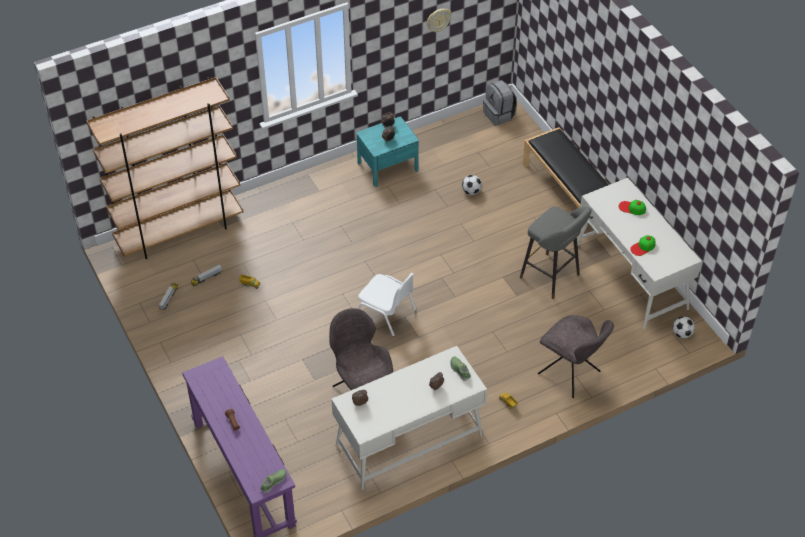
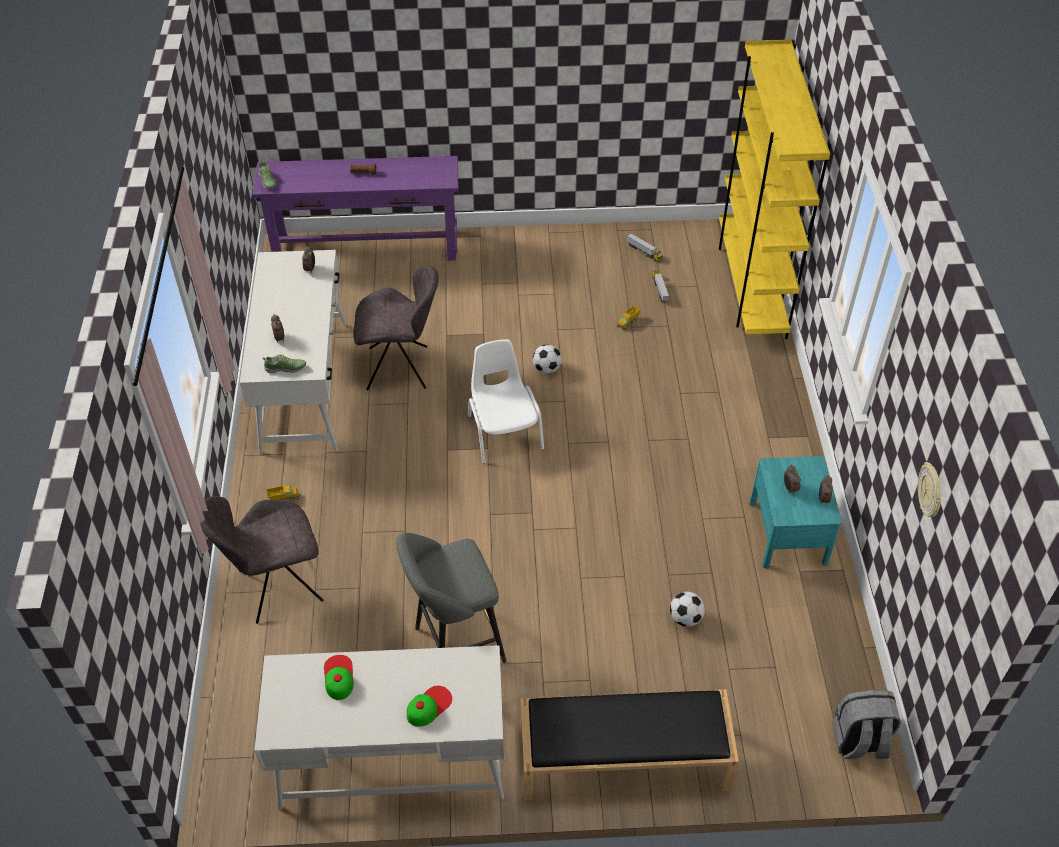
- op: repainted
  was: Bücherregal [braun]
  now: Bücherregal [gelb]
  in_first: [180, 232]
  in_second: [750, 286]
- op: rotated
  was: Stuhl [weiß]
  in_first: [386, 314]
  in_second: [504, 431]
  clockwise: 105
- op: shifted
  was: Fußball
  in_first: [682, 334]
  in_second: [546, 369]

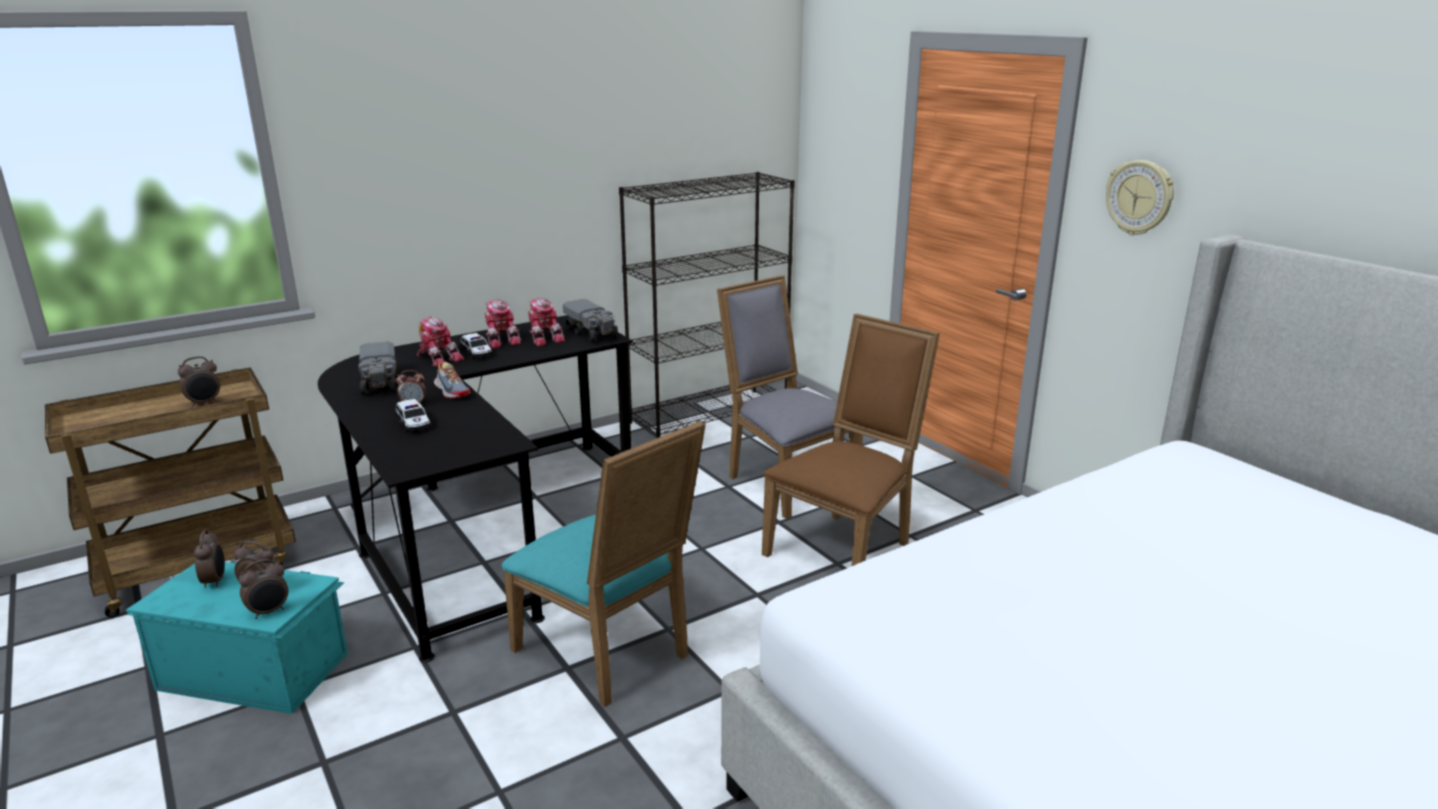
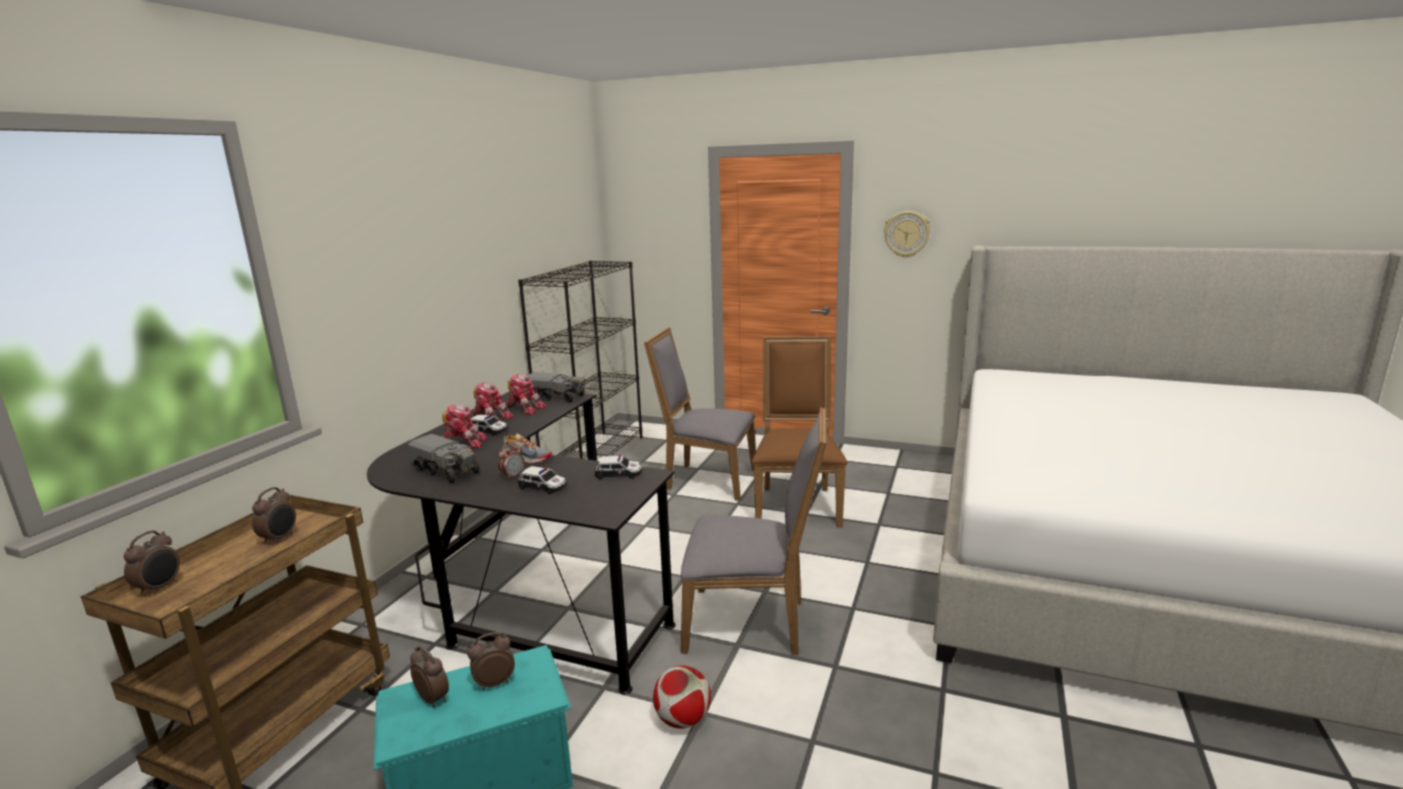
- op: shifted
  was: Wecker
  in_first: [269, 612]
  in_second: [160, 588]
- op: repainted
  was: Stuhl [türkis]
  now: Stuhl [grau]
  in_first: [610, 654]
  in_second: [752, 623]
- op: new
  now: Spielzeugauto
  in_second: [618, 474]
- op: new
  now: Fußball
  in_second: [683, 720]

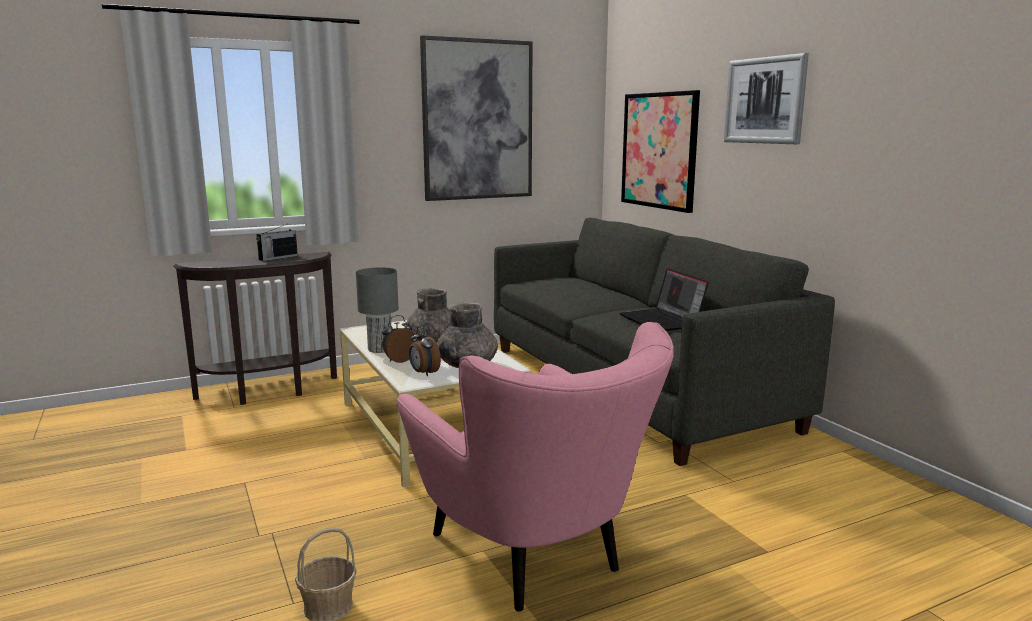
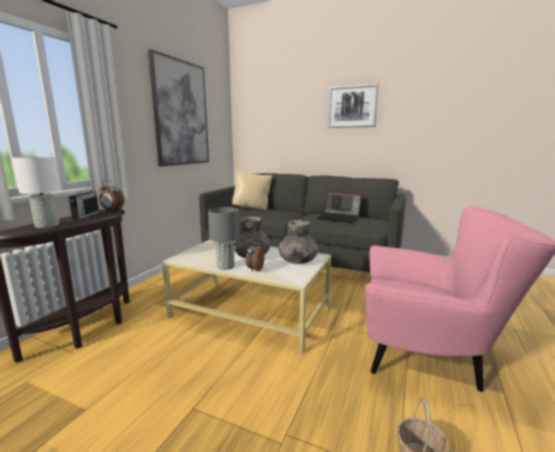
- op: shifted
  was: Wecker
  in_first: [423, 373]
  in_second: [112, 210]
- op: gone
  was: Bild
  in_first: [659, 150]
- op: new
  now: Tischlampe [weiß]
  in_second: [46, 225]
- op: new
  now: Kissen [beige]
  in_second: [252, 208]

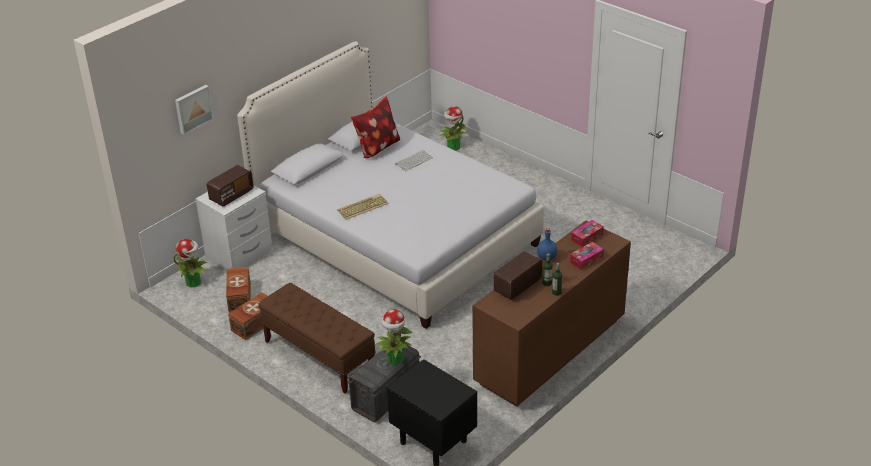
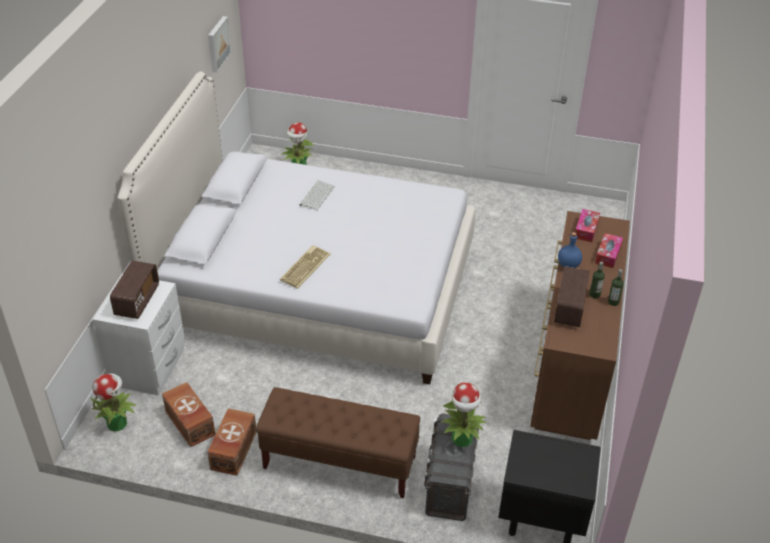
- op: shifted
  was: Bild
  in_first: [193, 108]
  in_second: [217, 43]
- op: gone
  was: Kissen
  in_first: [377, 147]

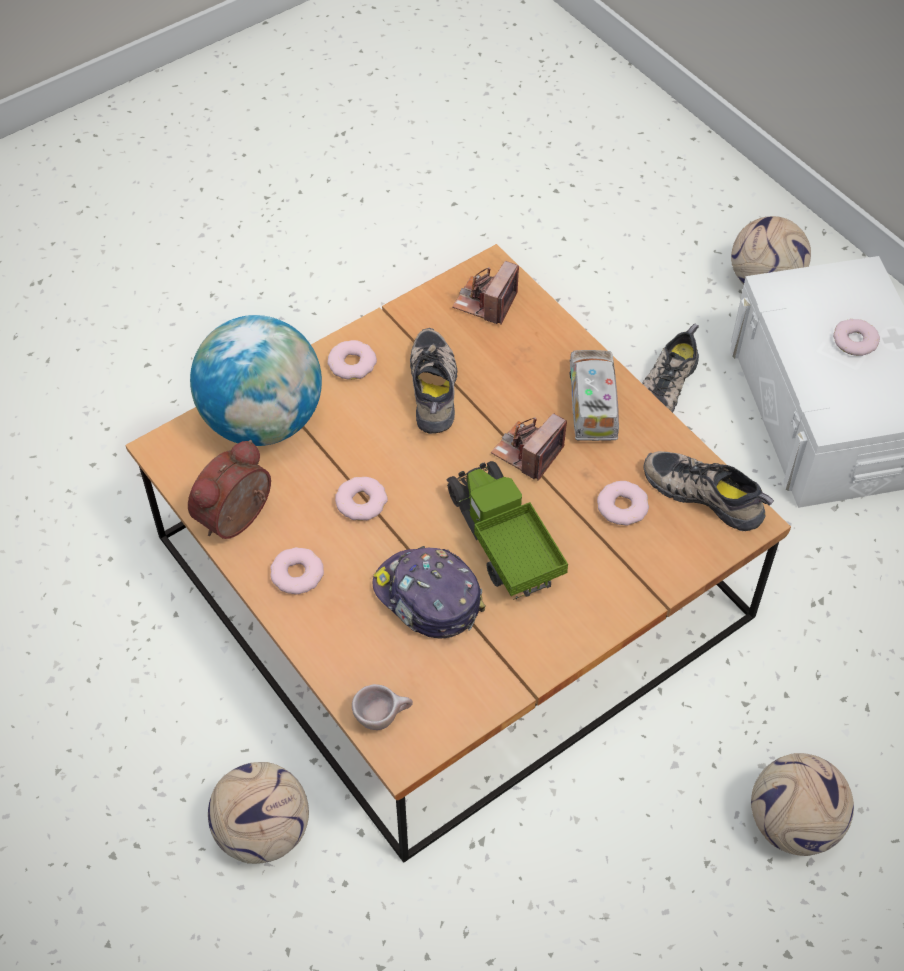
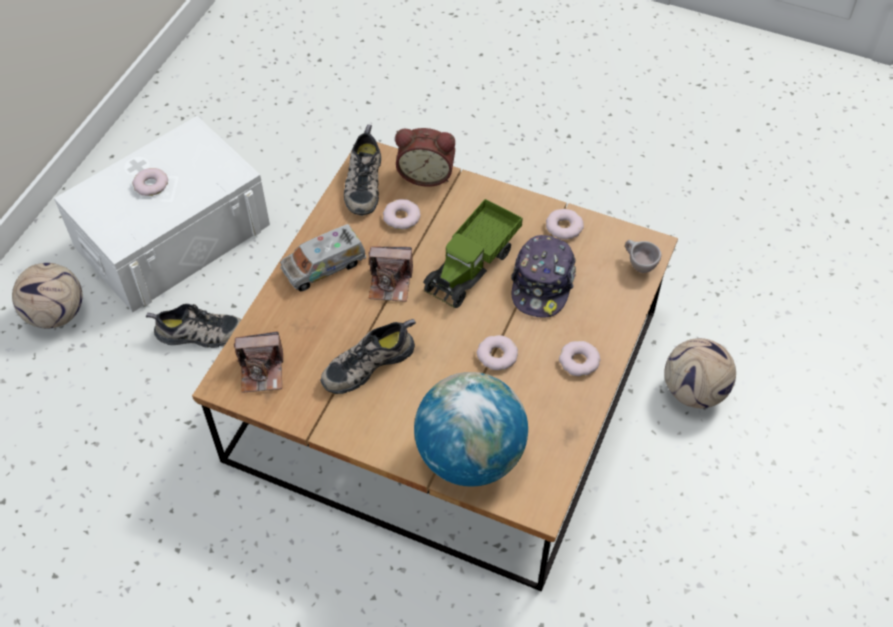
- op: shifted
  was: Wecker
  in_first: [238, 520]
  in_second: [426, 174]
- op: shifted
  was: Donut
  in_first: [352, 364]
  in_second: [563, 227]
- op: gone
  was: Fußball
  in_first: [792, 825]

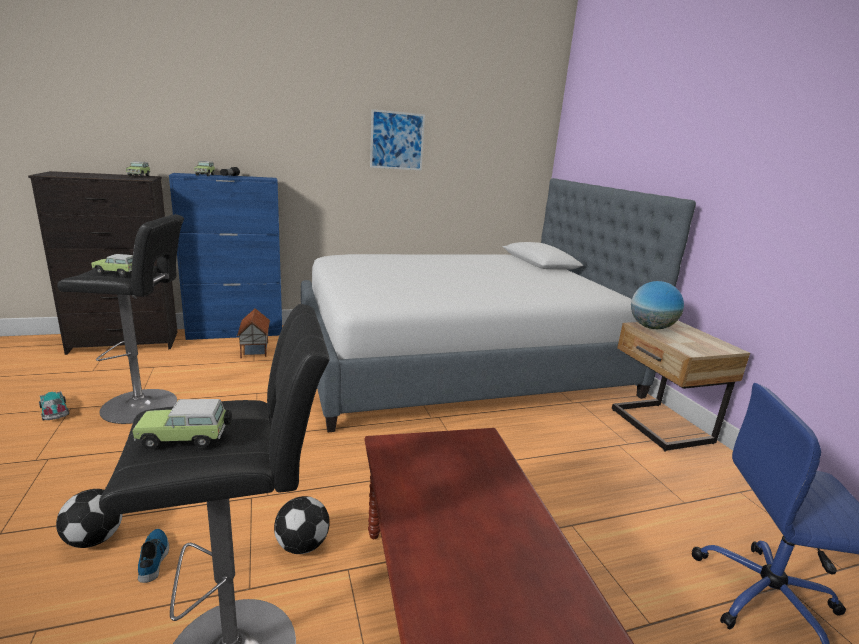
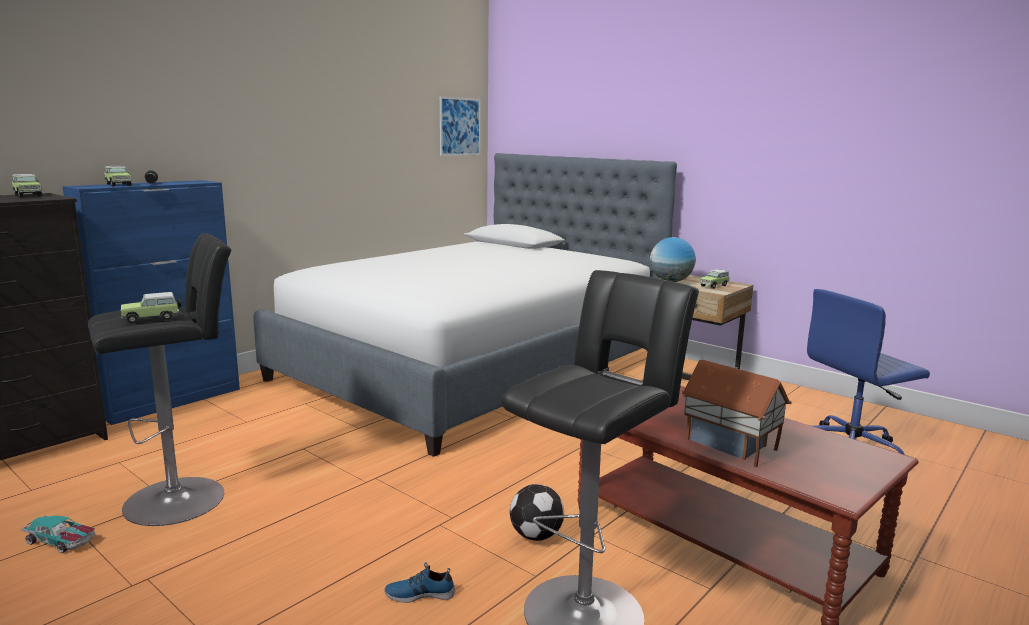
- op: gone
  was: Fußball
  in_first: [94, 539]
- op: shifted
  was: Spielzeugauto
  in_first: [186, 438]
  in_second: [714, 286]
- op: rotated
  was: Schuh
  in_first: [154, 557]
  in_second: [420, 593]
  clockwise: -45
- op: shifted
  was: Spielzeughaus
  in_first: [254, 350]
  in_second: [730, 446]
- op: shifted
  was: Bild
  in_first: [397, 140]
  in_second: [460, 126]

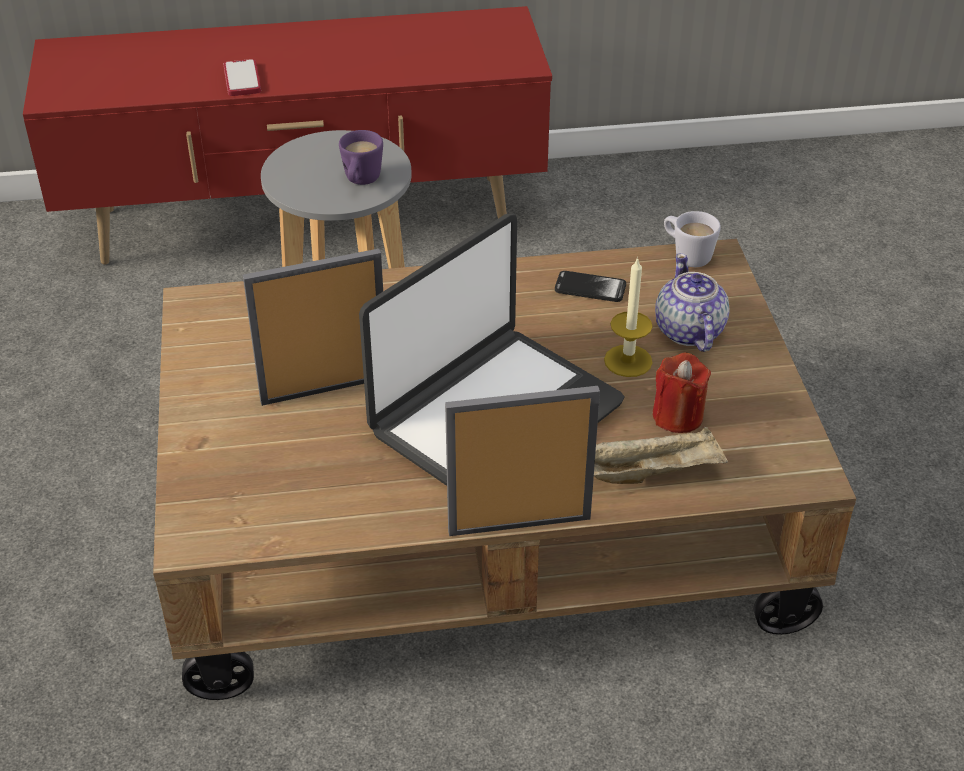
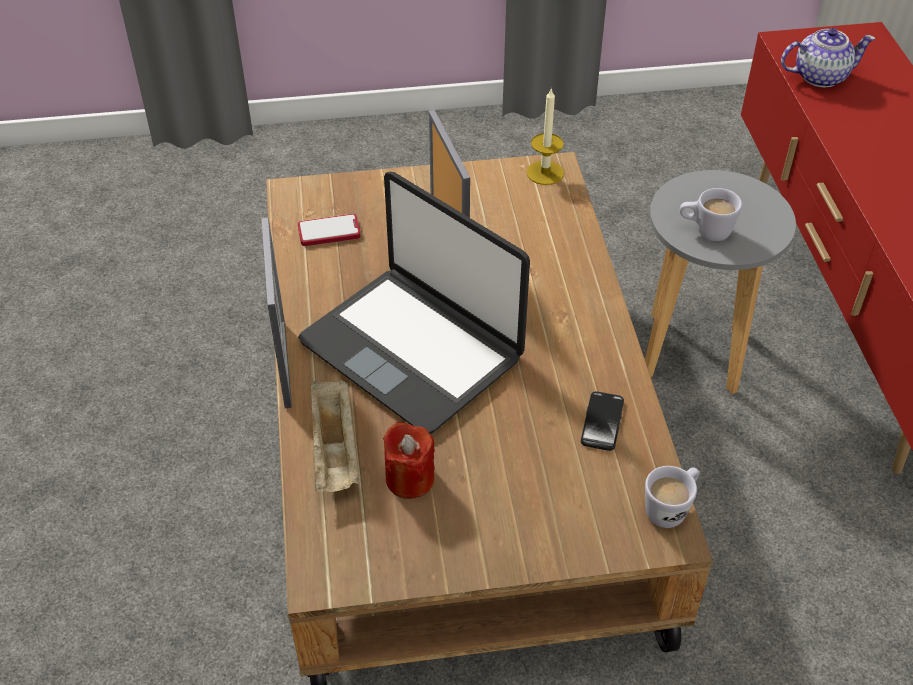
- op: shifted
  was: Handy
  in_first: [242, 79]
  in_second: [329, 232]
- op: repainted
  was: Henkelbecher [lila]
  now: Henkelbecher [weiß]
  in_first: [361, 182]
  in_second: [705, 231]
- op: shifted
  was: Kerze
  in_first: [628, 361]
  in_second: [545, 173]
- op: shifted
  was: Teekanne
  in_first: [688, 331]
  in_second: [819, 76]

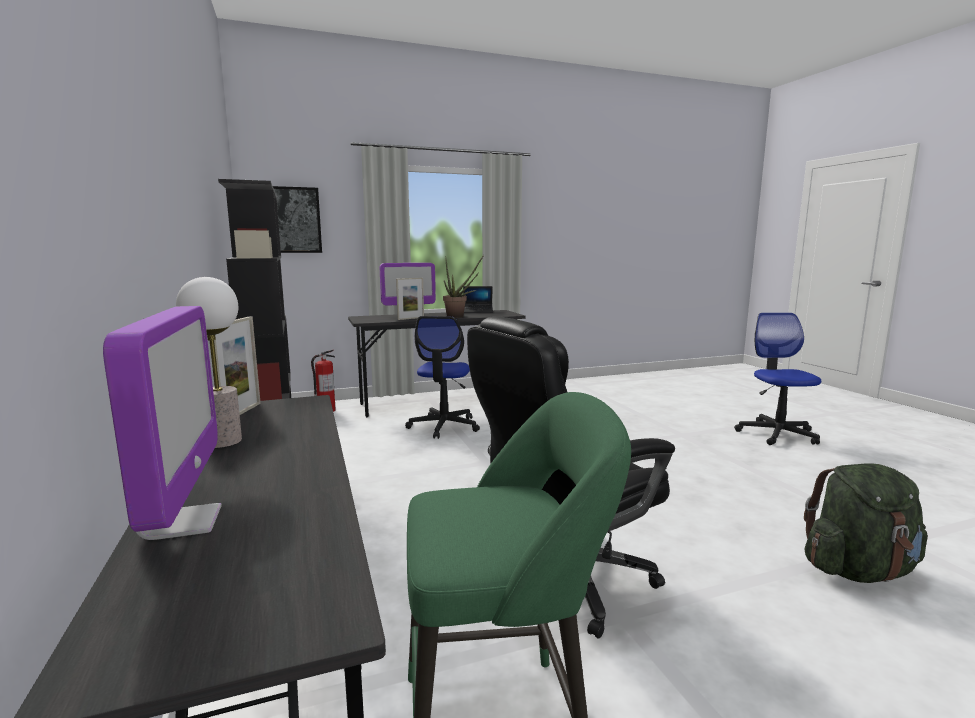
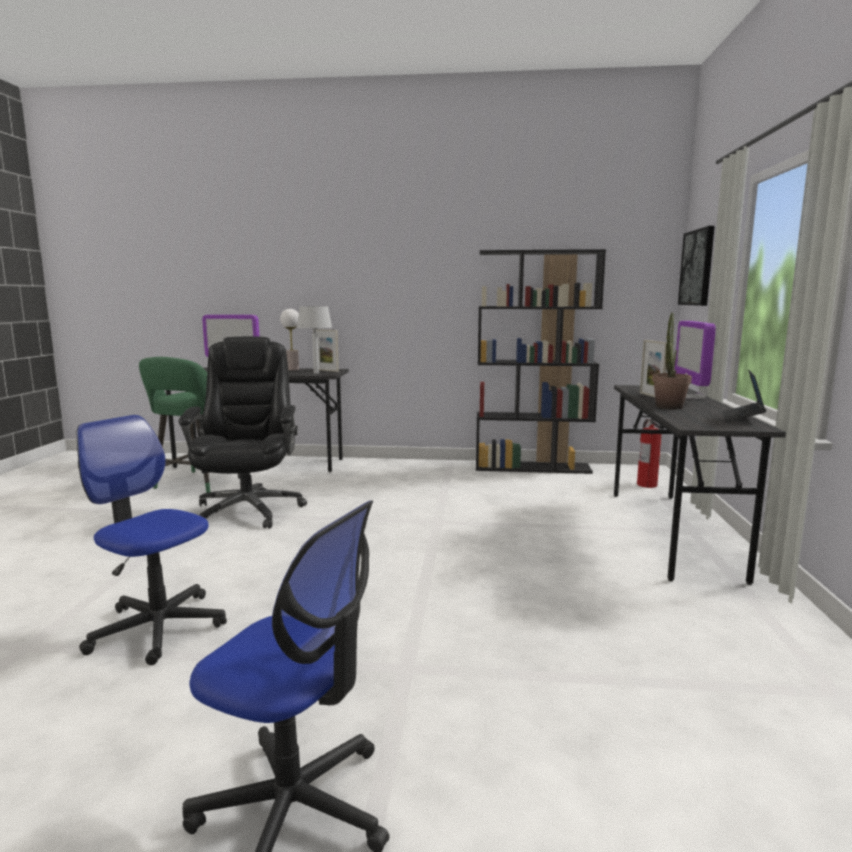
- op: shifted
  was: Bürostuhl
  in_first: [444, 426]
  in_second: [158, 627]
- op: gone
  was: Rucksack [grün]
  in_first: [858, 570]
- op: new
  now: Tischlampe [grau]
  in_second: [315, 373]

